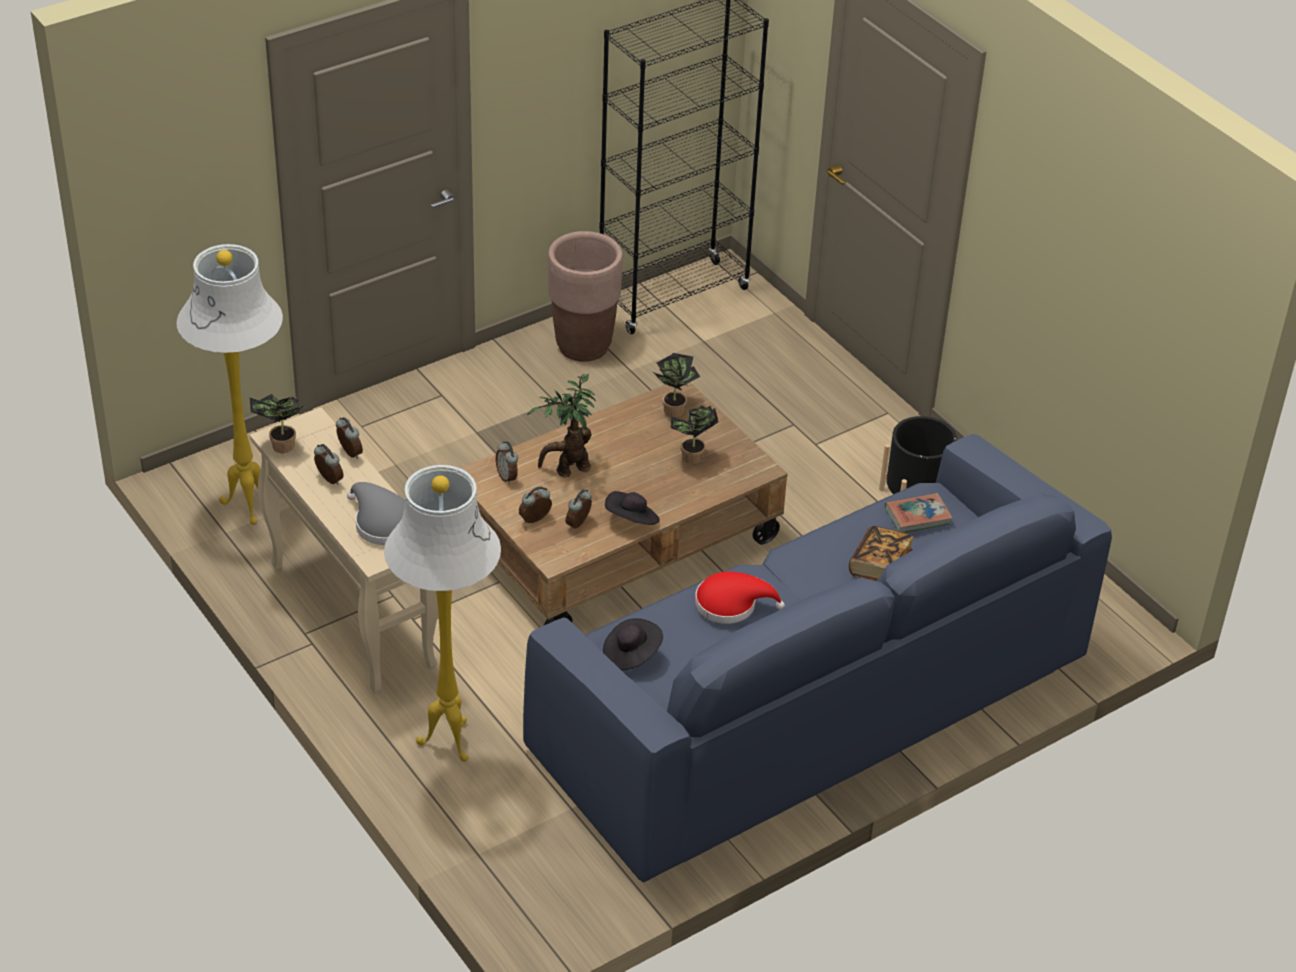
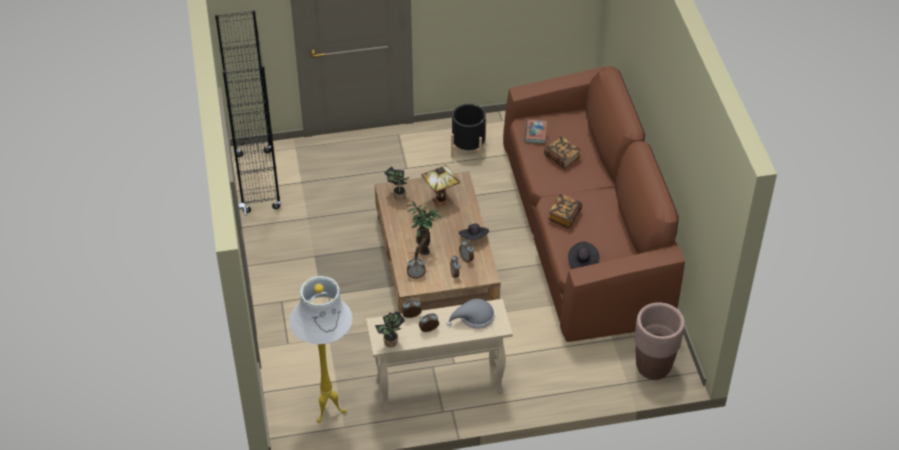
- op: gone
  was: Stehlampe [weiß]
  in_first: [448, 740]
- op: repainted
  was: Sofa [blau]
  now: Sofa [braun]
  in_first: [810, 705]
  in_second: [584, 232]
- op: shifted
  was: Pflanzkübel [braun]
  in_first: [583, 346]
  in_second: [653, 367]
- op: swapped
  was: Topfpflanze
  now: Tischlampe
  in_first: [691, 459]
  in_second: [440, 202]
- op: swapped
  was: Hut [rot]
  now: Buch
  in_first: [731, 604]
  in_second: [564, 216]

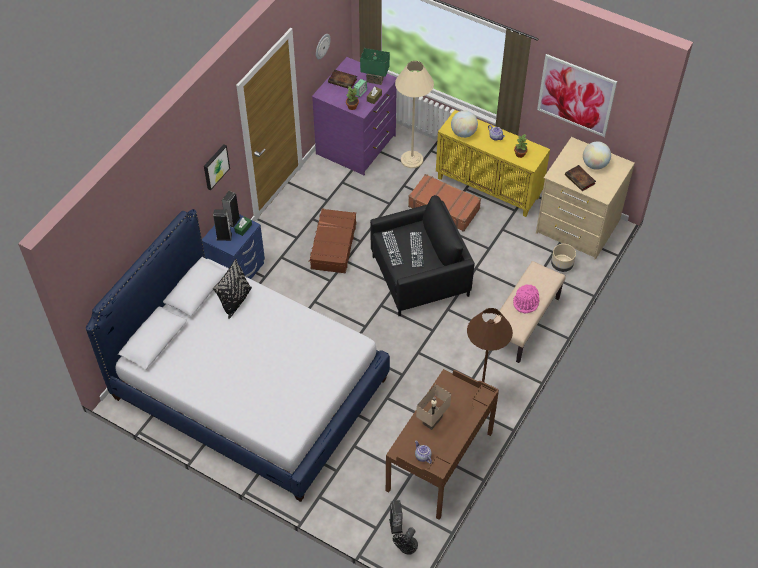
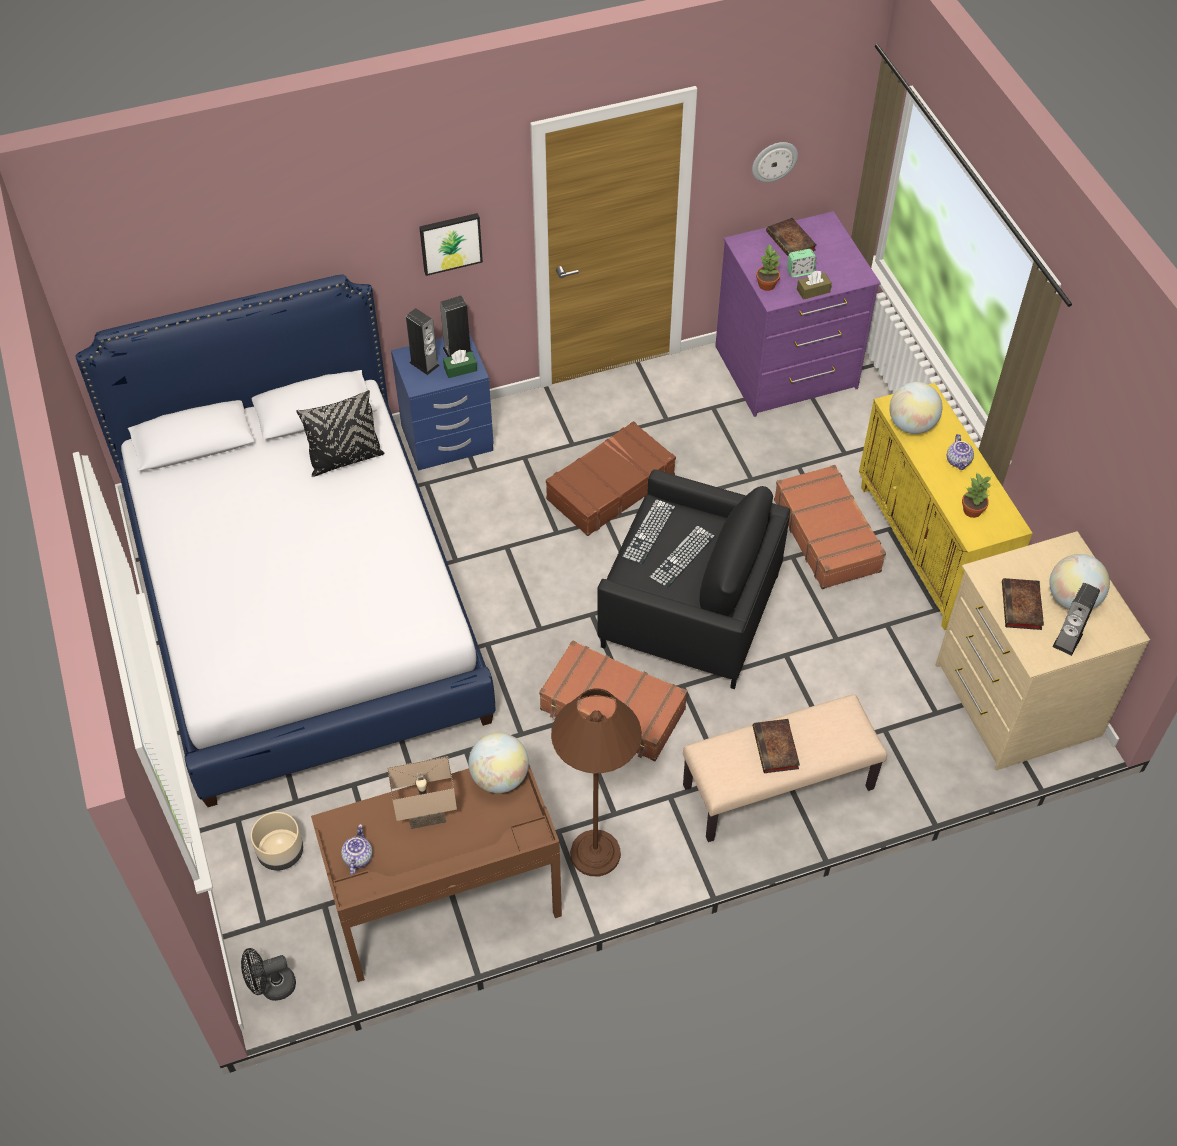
- op: gone
  was: Tischlampe [grün]
  in_first: [374, 81]
- op: shifted
  was: Lautsprecher
  in_first: [395, 525]
  in_second: [1067, 640]
- op: gone
  was: Stehlampe [beige]
  in_first: [412, 159]
- op: swapped
  was: Hut [rosa]
  now: Buch
  in_first: [526, 302]
  in_second: [776, 749]
- op: gone
  was: Bild
  in_first: [576, 95]
- op: shifted
  was: Pflanzkübel [beige]
  in_first: [562, 265]
  in_second: [280, 853]
- op: new
  now: Globus
  in_second: [499, 777]
- op: new
  now: Koffer [braun]
  in_second: [612, 710]

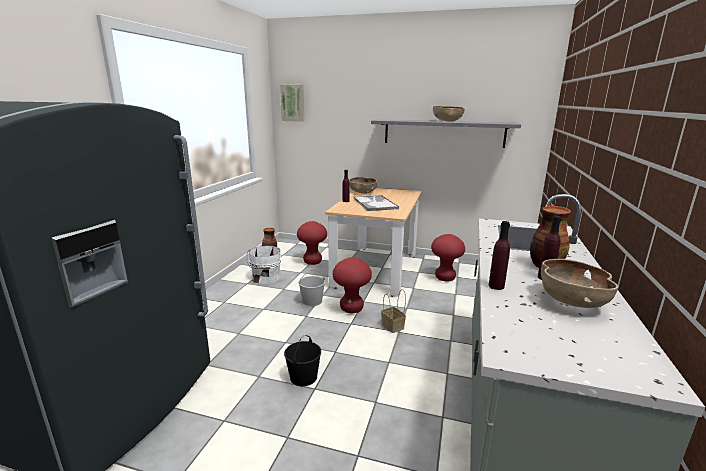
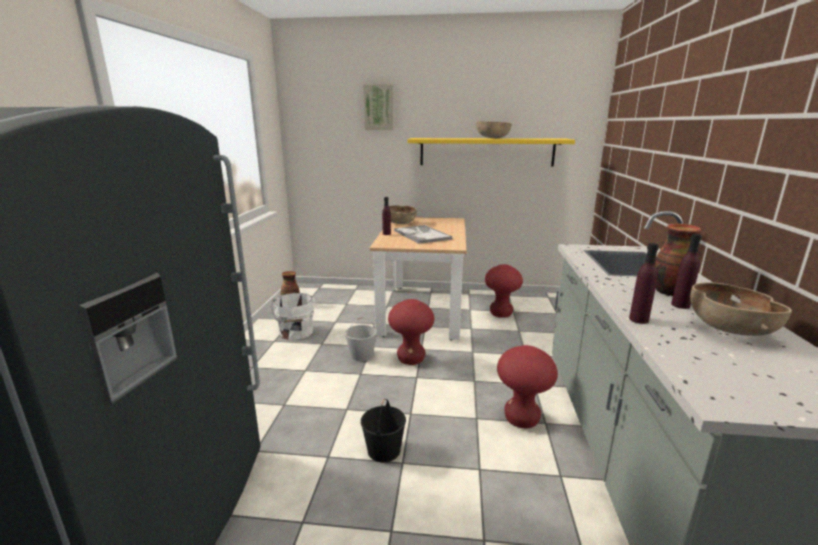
- op: shifted
  was: Bild
  in_first: [293, 103]
  in_second: [379, 107]
- op: shifted
  was: Hocker [rot]
  in_first: [312, 262]
  in_second: [521, 419]
- op: repainted
  was: Wandregal [grau]
  now: Wandregal [gelb]
  in_first: [443, 133]
  in_second: [486, 152]
- op: gone
  was: Korb
  in_first: [393, 326]

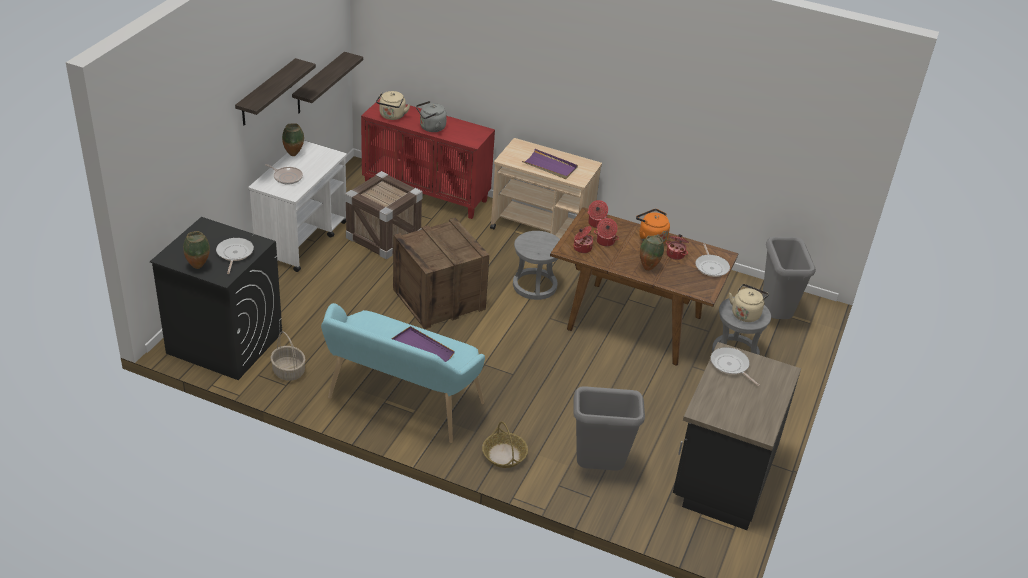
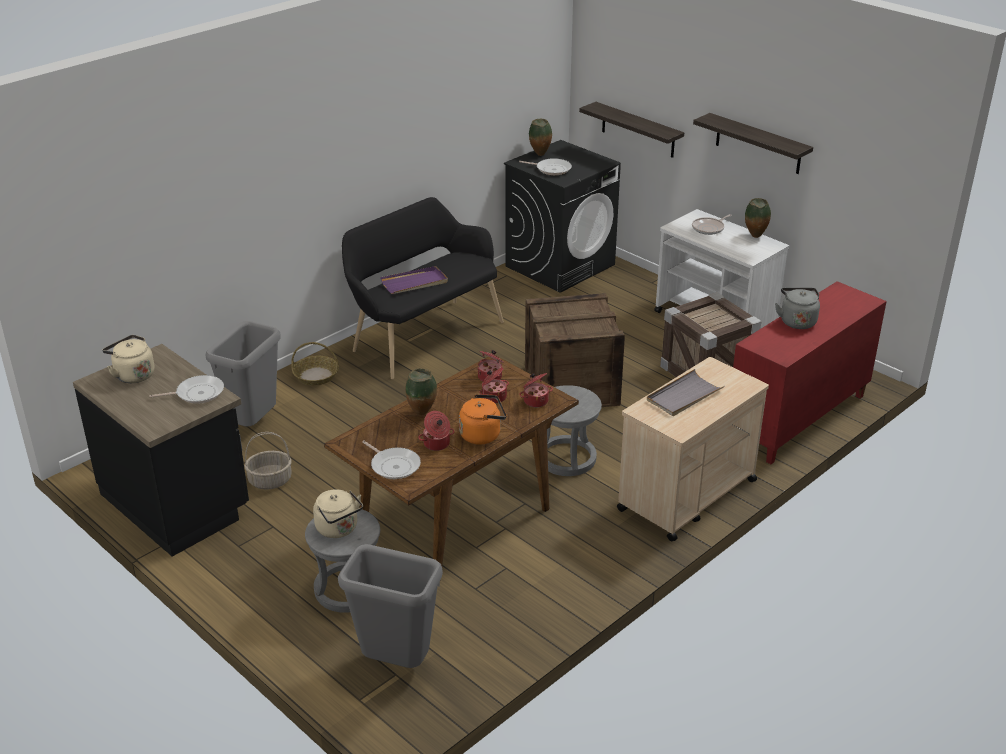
- op: shifted
  was: Korb
  in_first: [288, 371]
  in_second: [270, 480]
- op: shifted
  was: Wandregal
  in_first: [319, 83]
  in_second: [638, 130]
- op: repainted
  was: Bank [türkis]
  now: Bank [schwarz]
  in_first: [400, 404]
  in_second: [422, 335]
- op: shifted
  was: Wasserkessel [beige]
  in_first: [392, 116]
  in_second: [133, 375]
- op: repainted
  was: Tablett [lila]
  now: Tablett [grau]
  in_first: [550, 166]
  in_second: [684, 396]
- op: rotated
  was: Pfanne
  in_first: [711, 267]
  in_second: [394, 465]
  clockwise: -150

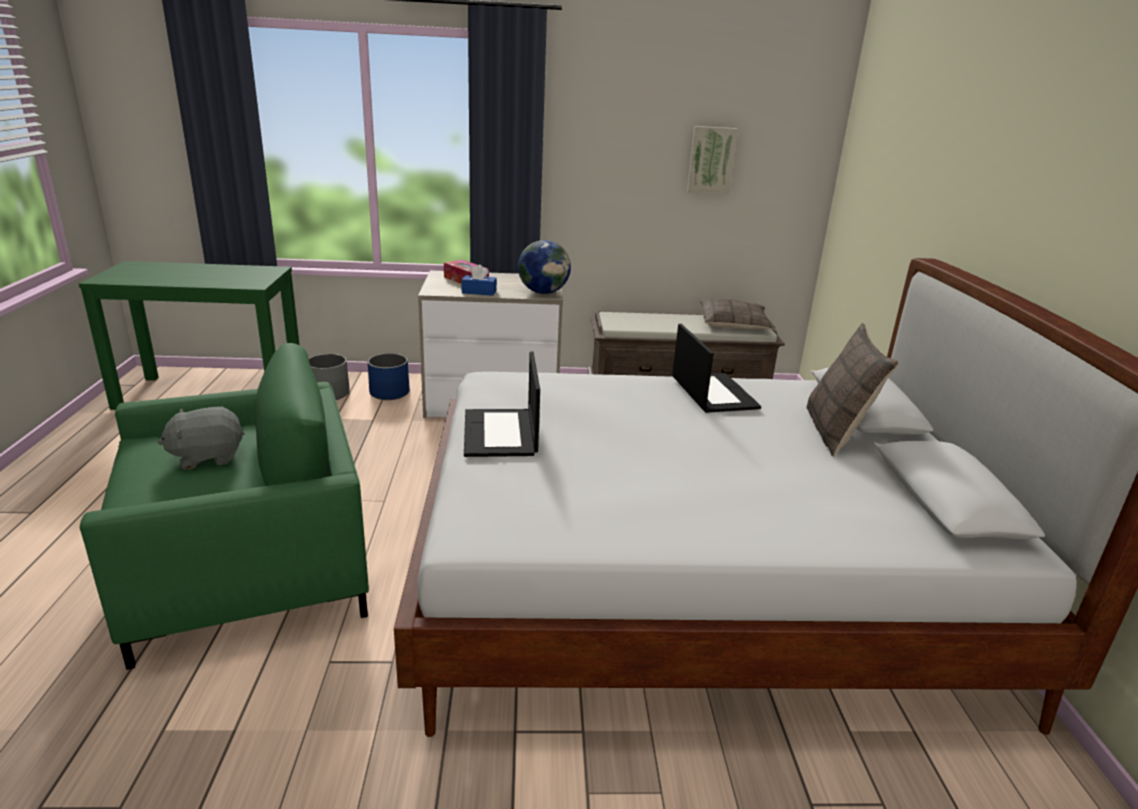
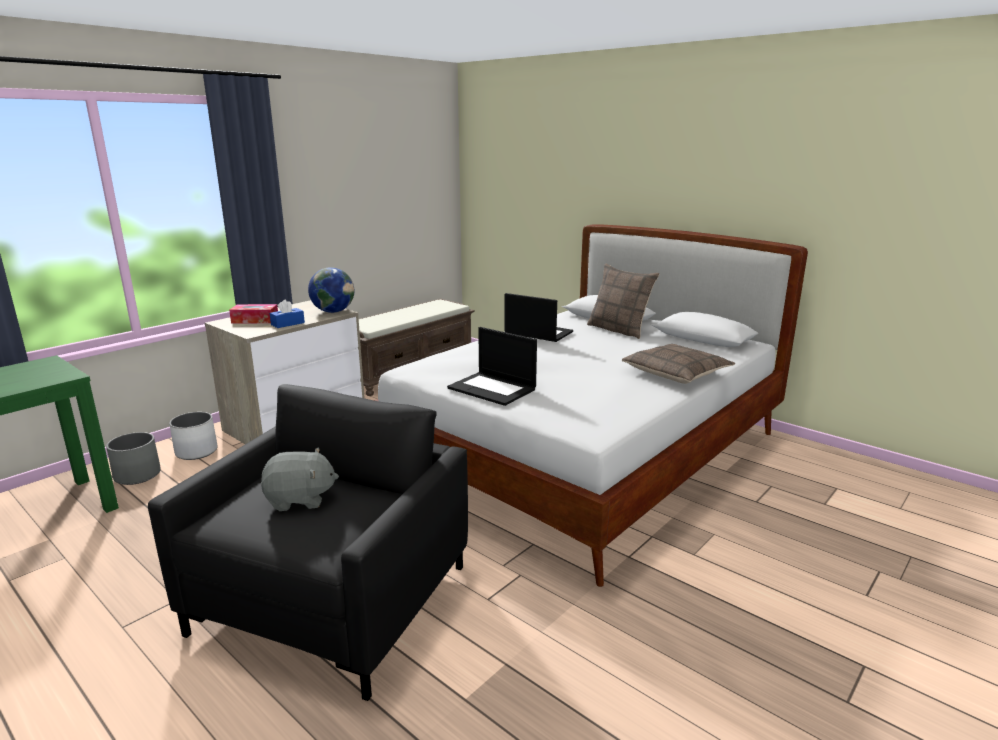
- op: repainted
  was: Sessel [grün]
  now: Sessel [schwarz]
  in_first: [250, 572]
  in_second: [334, 600]
- op: rotated
  was: Plüschtier [grau]
  in_first: [207, 457]
  in_second: [300, 499]
  clockwise: -120
- op: repainted
  was: Pflanzkübel [blau]
  now: Pflanzkübel [weiß]
  in_first: [390, 393]
  in_second: [196, 451]
- op: gone
  was: Bild
  in_first: [711, 160]
- op: shifted
  was: Kissen
  in_first: [734, 324]
  in_second: [677, 373]

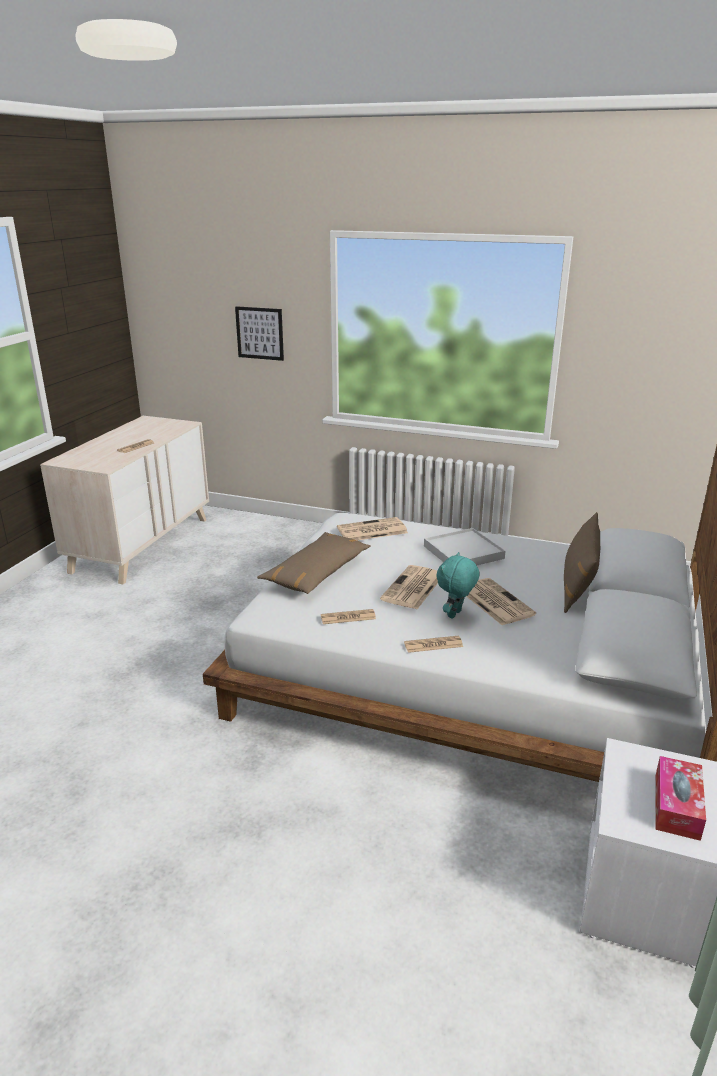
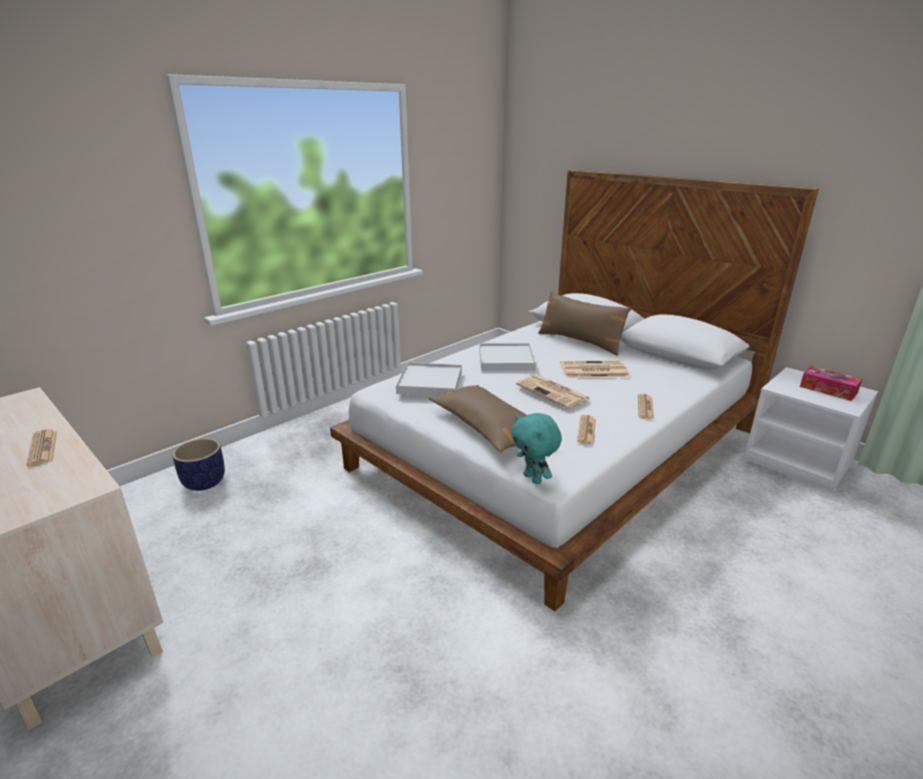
- op: gone
  was: Bild
  in_first: [260, 333]
- op: swapped
  was: Zeitung
  now: Tablett [weiß]
  in_first: [371, 530]
  in_second: [430, 383]
- op: shifted
  was: Plüschtier [türkis]
  in_first: [455, 614]
  in_second: [533, 479]
- op: new
  now: Pflanzkübel
  in_second: [203, 482]

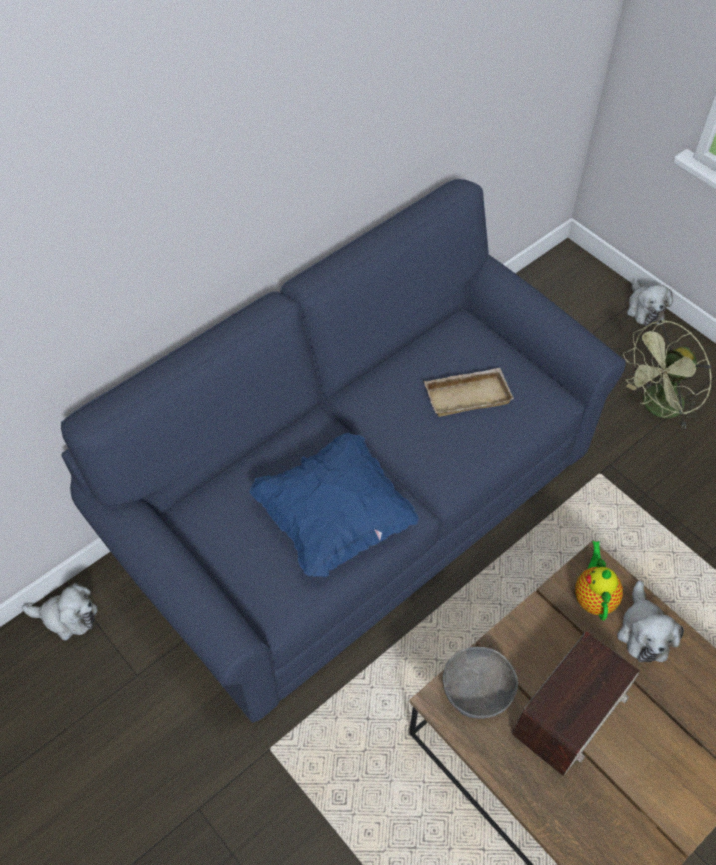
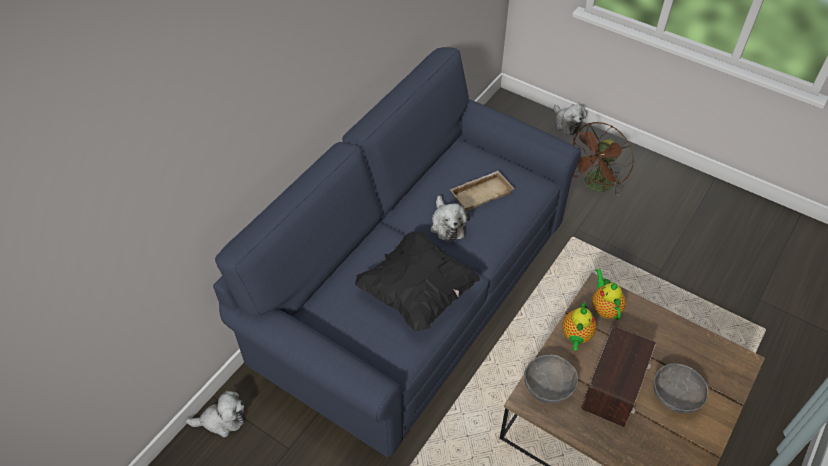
- op: repainted
  was: Kissen [blau]
  now: Kissen [schwarz]
  in_first: [335, 518]
  in_second: [417, 292]
- op: shifted
  was: Plüschtier
  in_first: [644, 632]
  in_second: [447, 225]
- op: repainted
  was: Ventilator [grün]
  now: Ventilator [braun]
  in_first: [657, 408]
  in_second: [596, 186]
- op: new
  now: Teekanne
  in_second: [576, 337]
- op: new
  now: Schüssel [grau]
  in_second: [675, 397]

